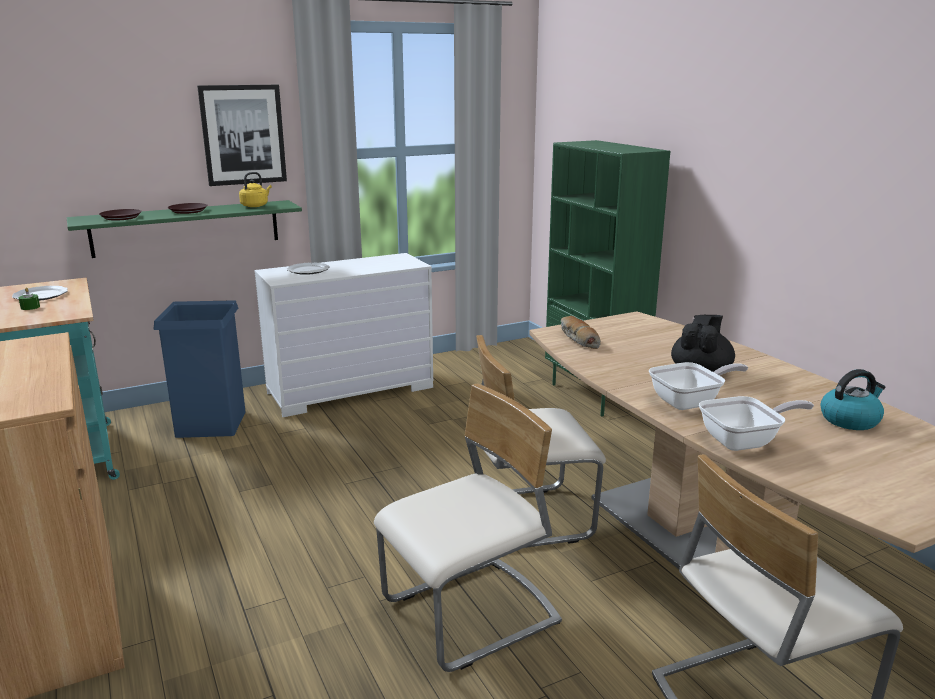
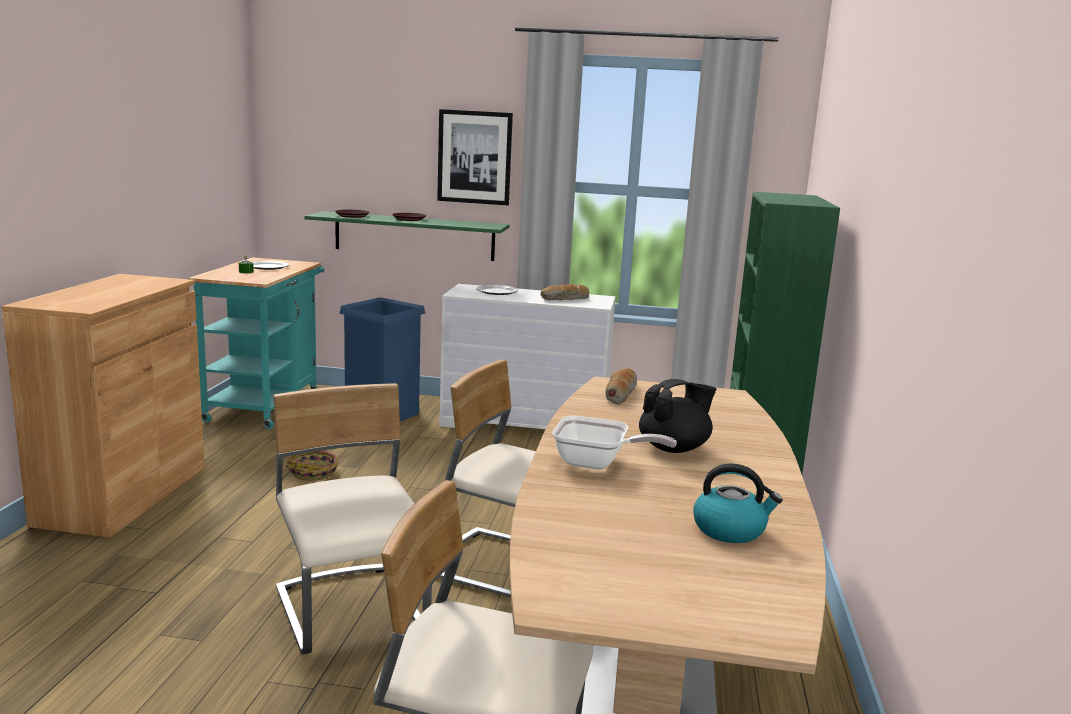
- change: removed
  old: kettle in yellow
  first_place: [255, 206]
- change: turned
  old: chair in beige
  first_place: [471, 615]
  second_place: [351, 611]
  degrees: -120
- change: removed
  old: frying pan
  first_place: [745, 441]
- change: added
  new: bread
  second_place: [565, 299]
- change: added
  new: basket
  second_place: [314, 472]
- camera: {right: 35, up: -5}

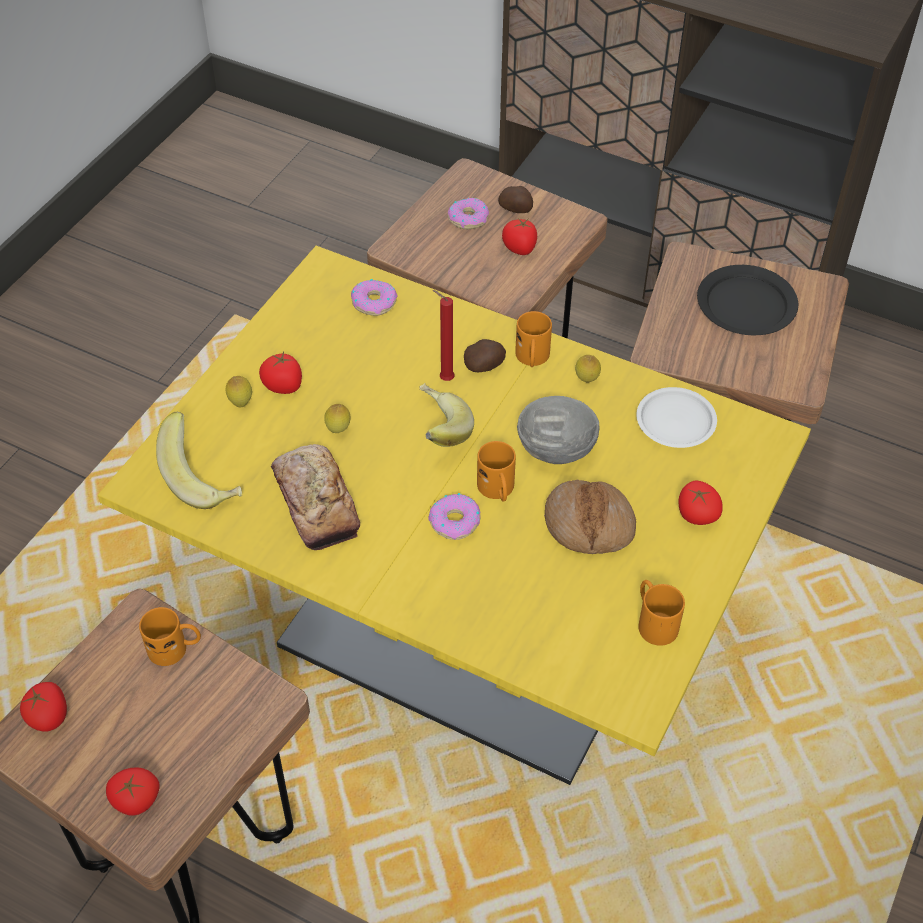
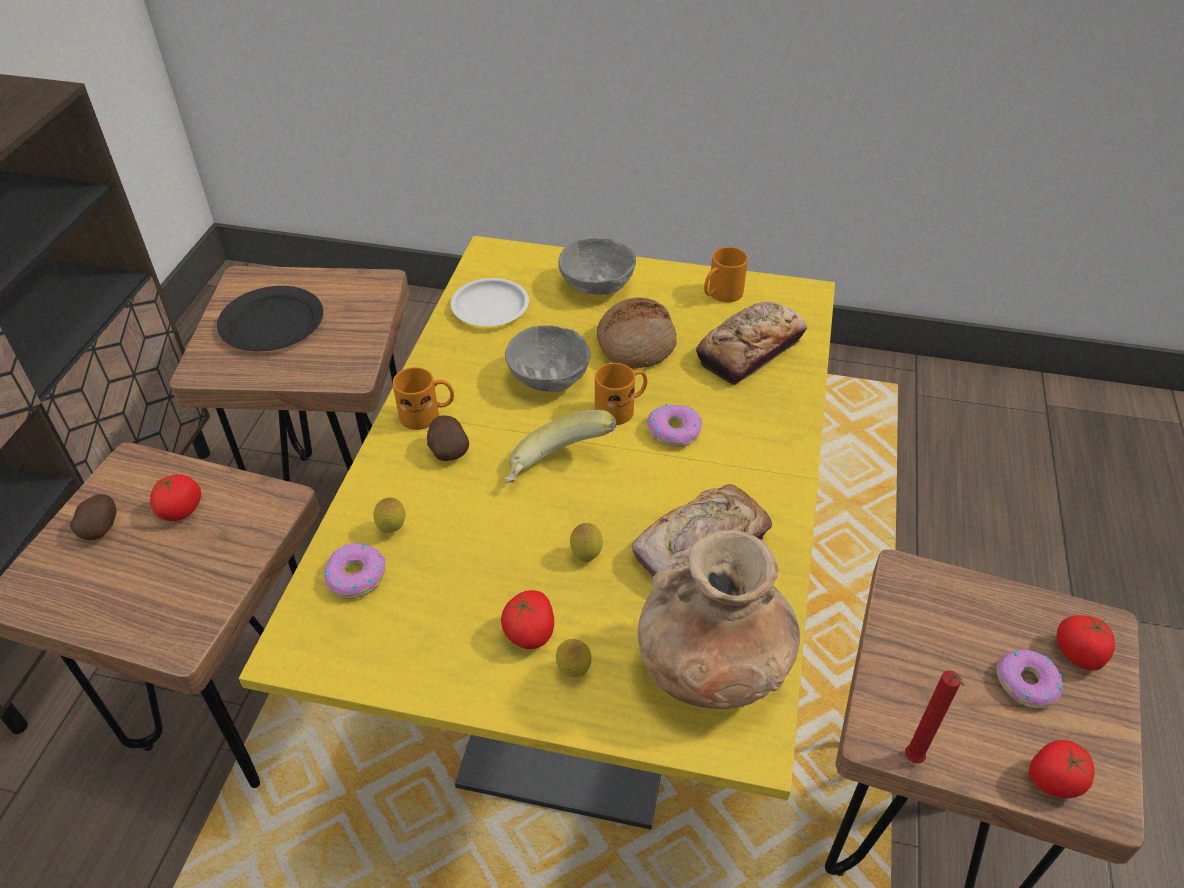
- change: moved
  old: donut
  first_place: [468, 218]
  second_place: [1026, 683]
- change: moved
  old: candle in red
  first_place: [444, 379]
  second_place: [914, 761]
- change: moved
  old: lemon
  first_place: [586, 380]
  second_place: [392, 529]
- change: replaced
  old: banana
  new: vase in brown
  first_place: [204, 479]
  second_place: [712, 670]
- change: replaced
  old: tomato
  new: bowl in grey
  first_place: [696, 514]
  second_place: [597, 284]
- change: removed
  old: mug in orange
  first_place: [175, 648]
- change: added
  new: bread
  second_place: [750, 350]
- camera: {right: -105, up: -5}

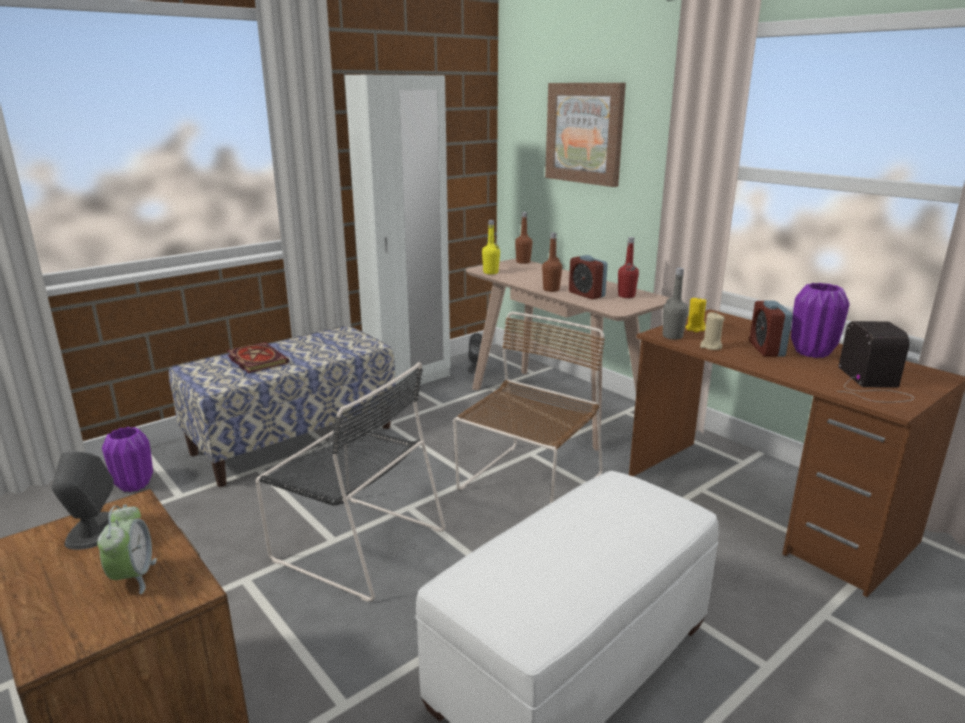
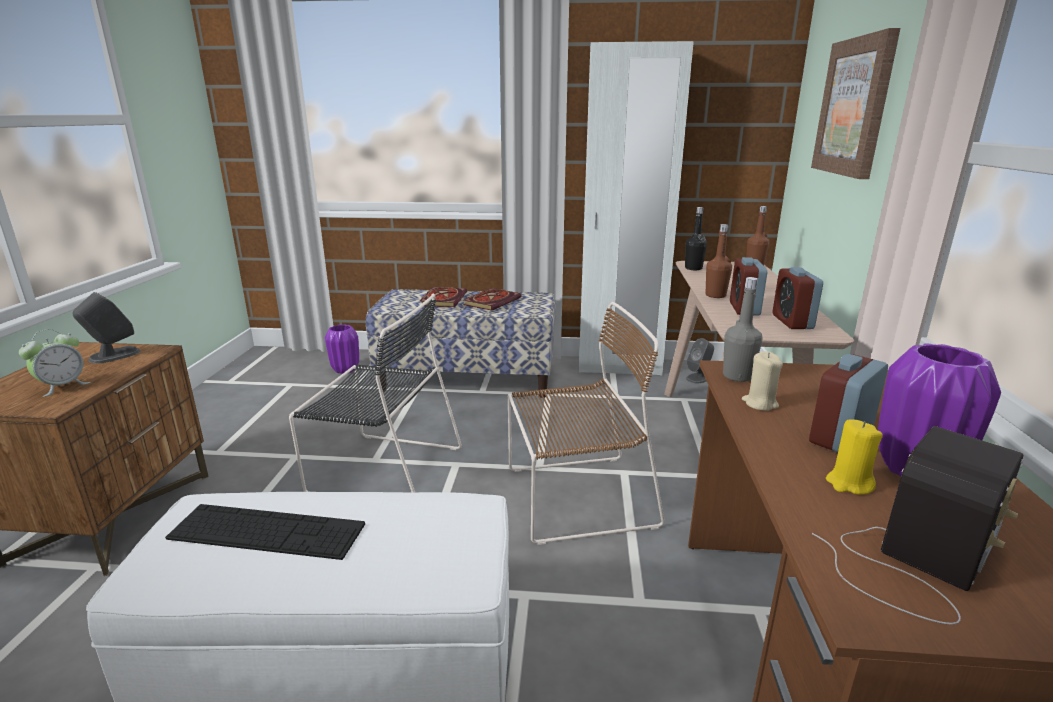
- change: recoloured
  old: bottle in yellow
  new: bottle in black
  first_place: [490, 272]
  second_place: [693, 268]
- change: replaced
  old: bottle in red
  new: alarm clock
  first_place: [626, 296]
  second_place: [792, 322]
- change: moved
  old: candle in yellow
  first_place: [695, 329]
  second_place: [849, 483]
- change: turned
  old: chair in black
  first_place: [355, 543]
  second_place: [382, 469]
  degrees: -60
- change: added
  new: book
  second_place: [492, 301]
- change: added
  new: keyboard
  second_place: [267, 531]
- camera: {right: 45, up: 0}

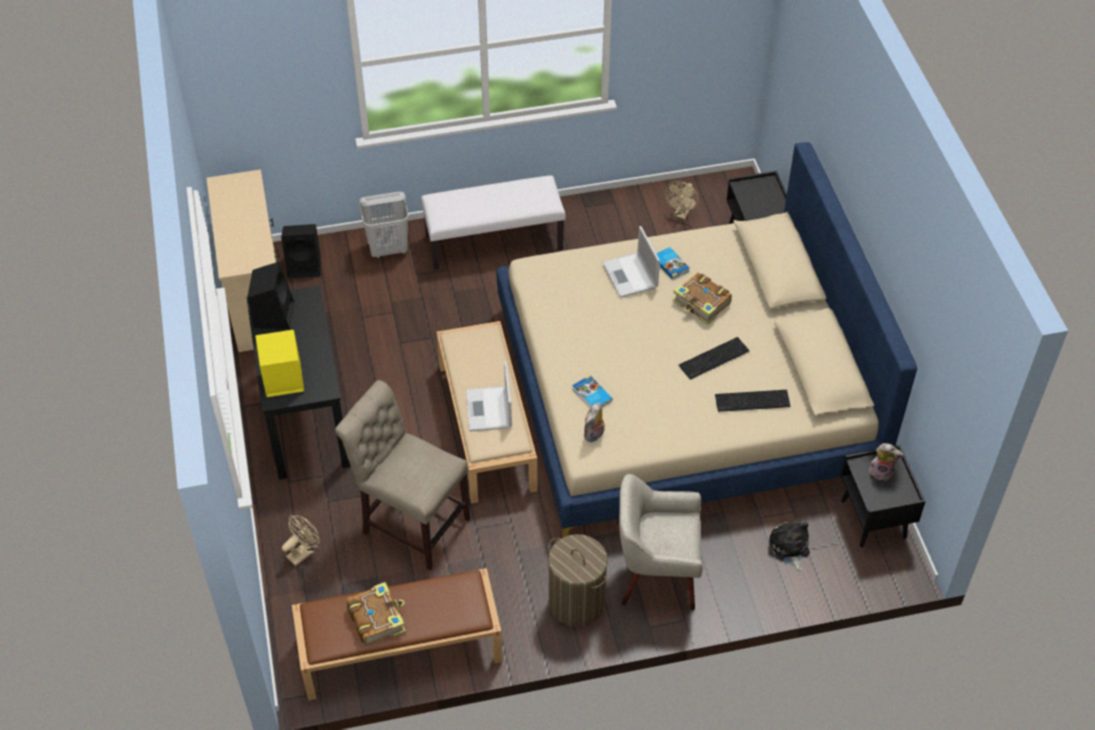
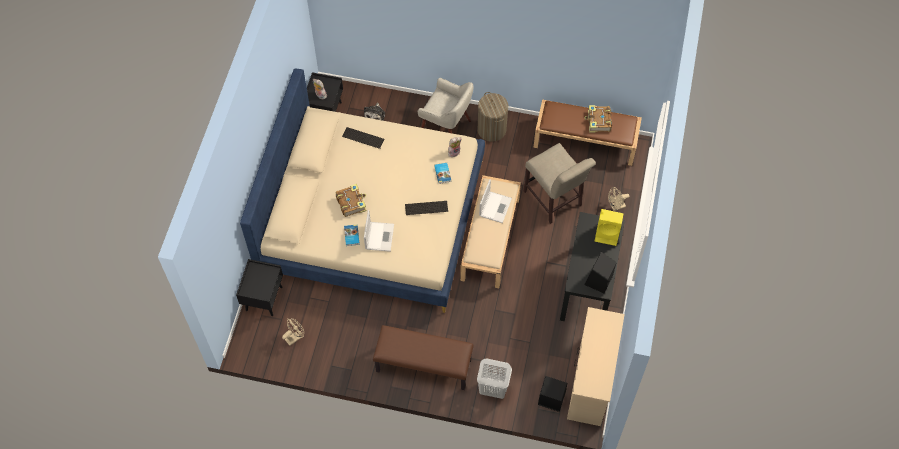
- change: recoloured
  old: bench in white
  new: bench in brown
  first_place: [494, 241]
  second_place: [423, 366]
- change: moved
  old: keyboard
  first_place: [715, 358]
  second_place: [425, 207]
- camera: {right: -155, up: 10}

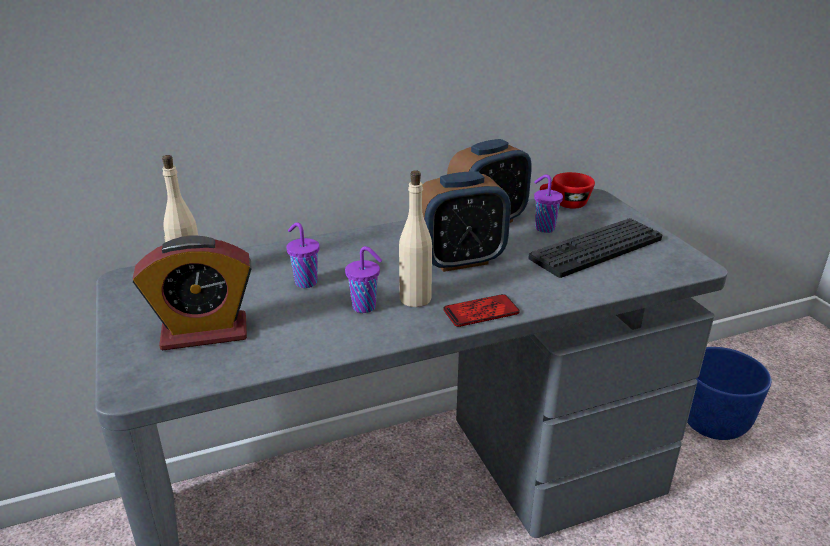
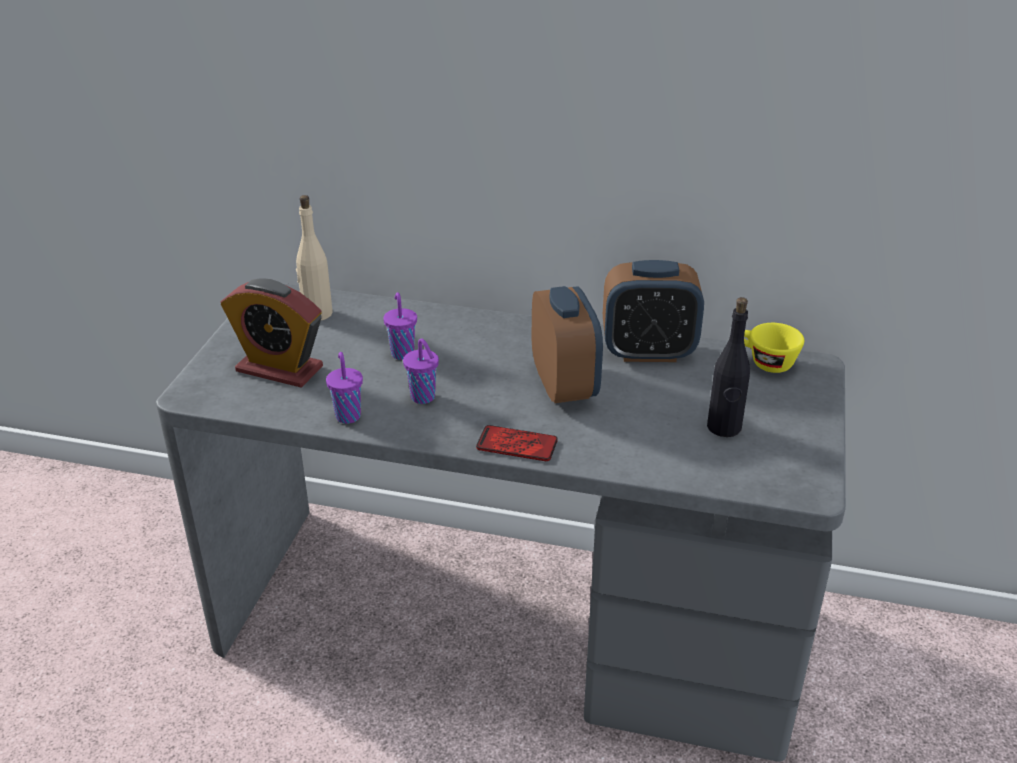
- change: removed
  old: bottle in beige
  first_place: [415, 298]
- change: turned
  old: alarm clock
  first_place: [460, 260]
  second_place: [564, 385]
  degrees: -120
- change: recoloured
  old: cup in red
  new: cup in yellow
  first_place: [564, 204]
  second_place: [764, 362]
- change: moved
  old: cup in purple
  first_place: [543, 228]
  second_place: [348, 415]
- change: replaced
  old: keyboard
  new: bottle in black
  first_place: [596, 248]
  second_place: [724, 427]
- change: removed
  old: planter in blue
  first_place: [713, 424]
- camera: {right: 35, up: 5}

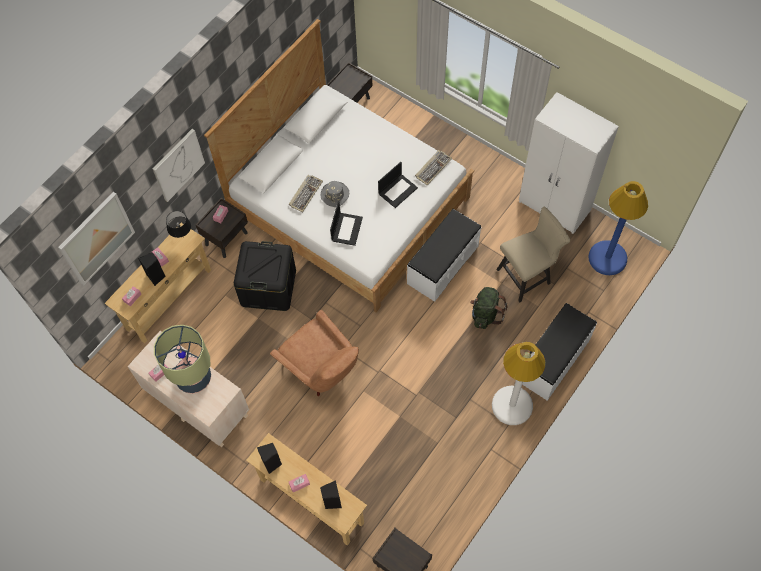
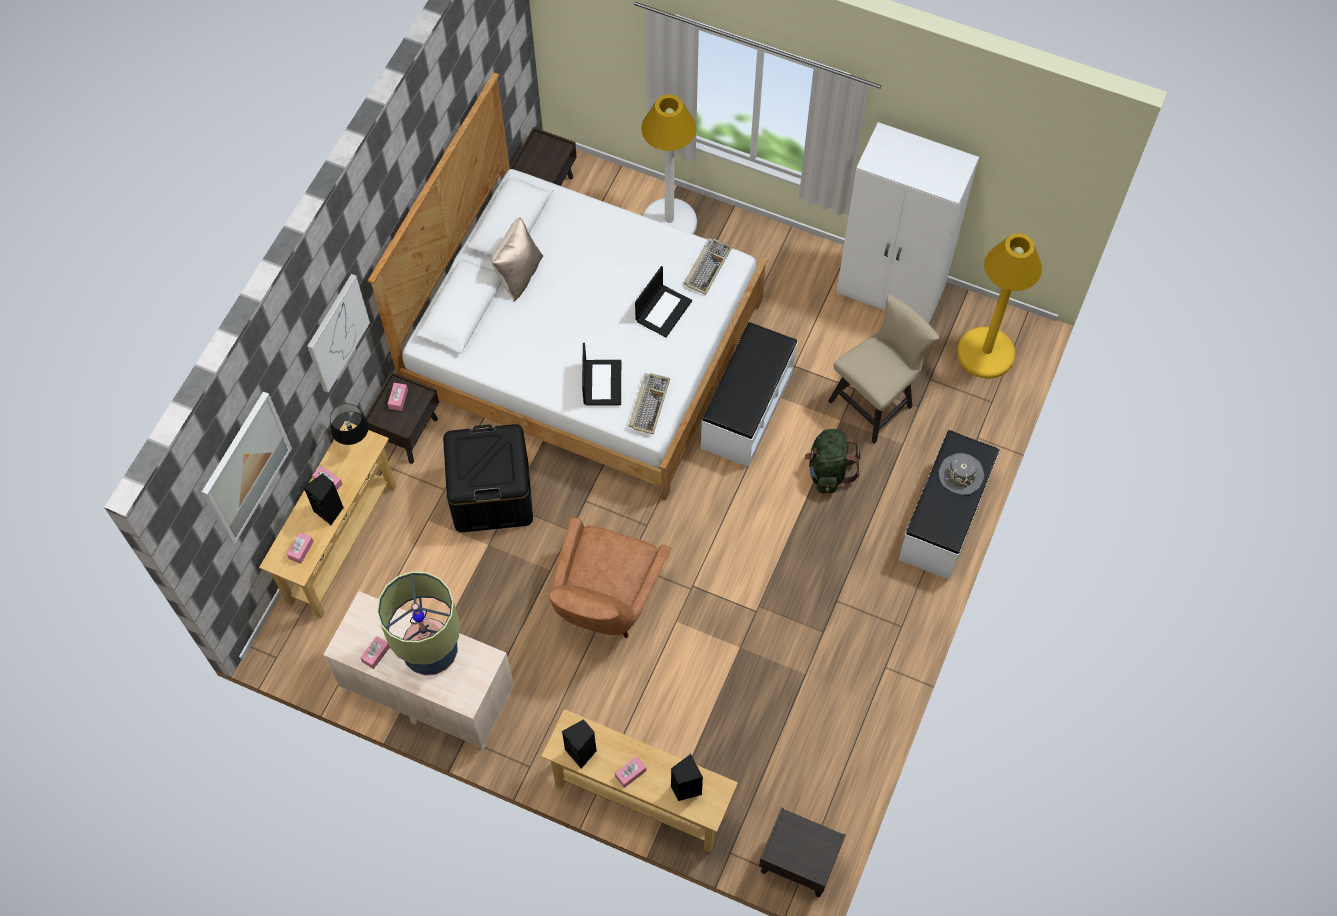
- change: moved
  old: keyboard
  first_place: [305, 193]
  second_place: [648, 404]
- change: moved
  old: hat in grey
  first_place: [335, 194]
  second_place: [961, 474]
- change: recoloured
  old: floor lamp in blue
  new: floor lamp in yellow
  first_place: [607, 258]
  second_place: [986, 353]
- change: turned
  old: armchair in brown
  first_place: [321, 370]
  second_place: [605, 603]
  degrees: 75
- change: moved
  old: floor lamp in white
  first_place: [512, 405]
  second_place: [669, 223]
- change: added
  new: pillow in beige
  second_place: [518, 274]
- camera: {right: -15, up: 0}

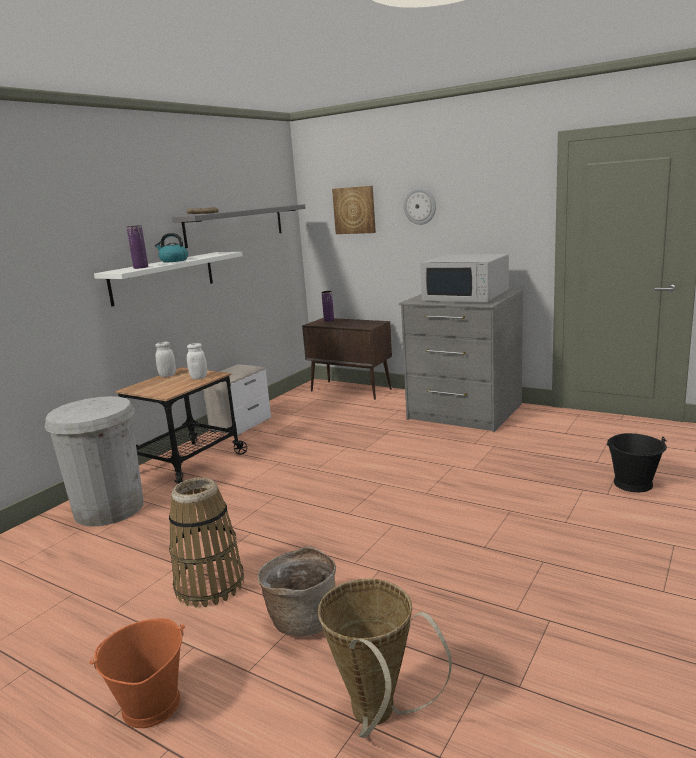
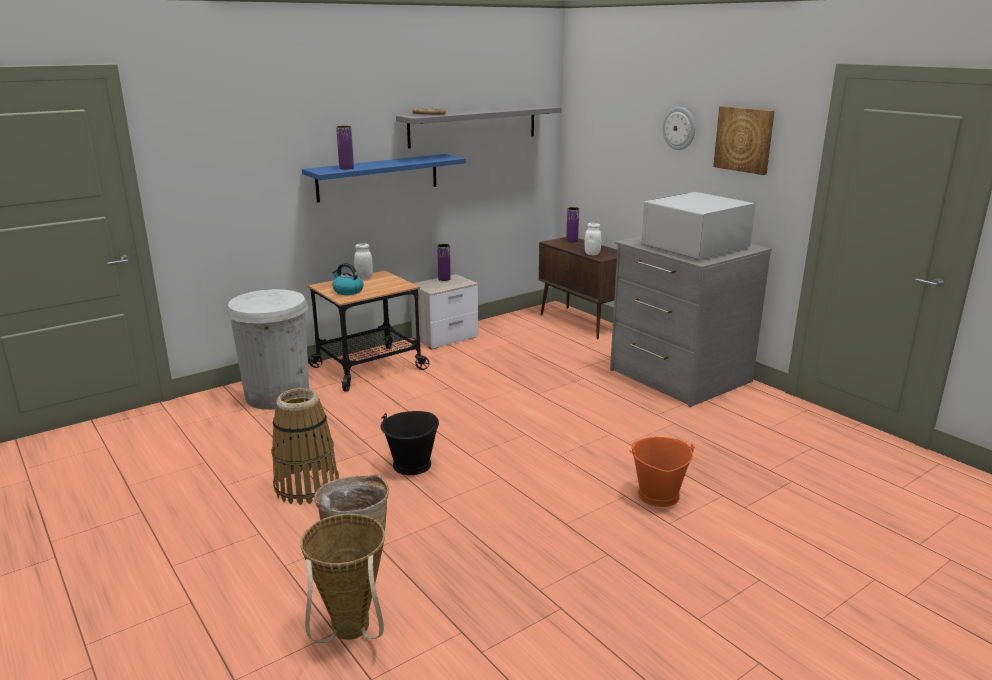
- change: moved
  old: picture
  first_place: [354, 210]
  second_place: [744, 139]
- change: moved
  old: kettle
  first_place: [173, 261]
  second_place: [347, 291]
- change: recoloured
  old: shelf in white
  new: shelf in blue
  first_place: [163, 277]
  second_place: [378, 177]
- change: turned
  old: microwave in white
  first_place: [466, 297]
  second_place: [694, 247]
  degrees: 90
- change: moved
  old: jar in white
  first_place: [199, 377]
  second_place: [592, 254]
- change: moved
  old: bucket in black
  first_place: [633, 484]
  second_place: [412, 465]
- change: moved
  old: bucket in orange
  first_place: [150, 705]
  second_place: [657, 495]
- change: added
  new: vase in purple
  second_place: [444, 279]
- camera: {right: 20, up: 5}

